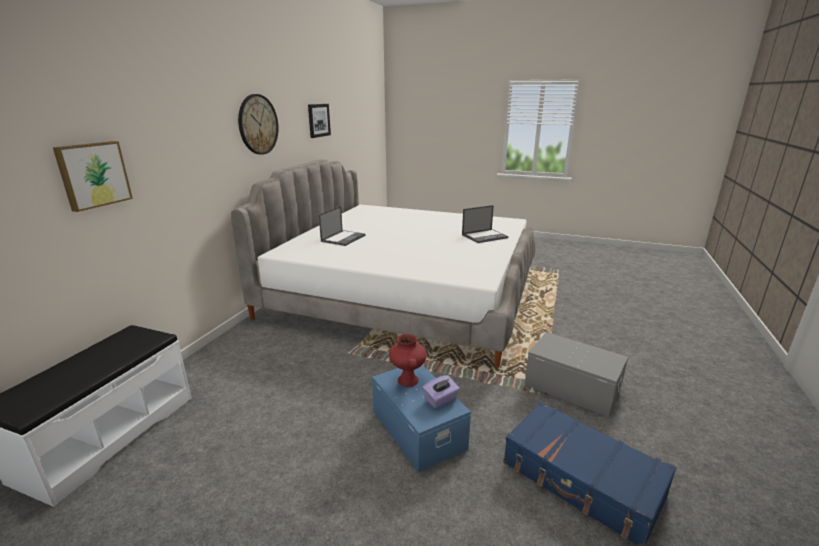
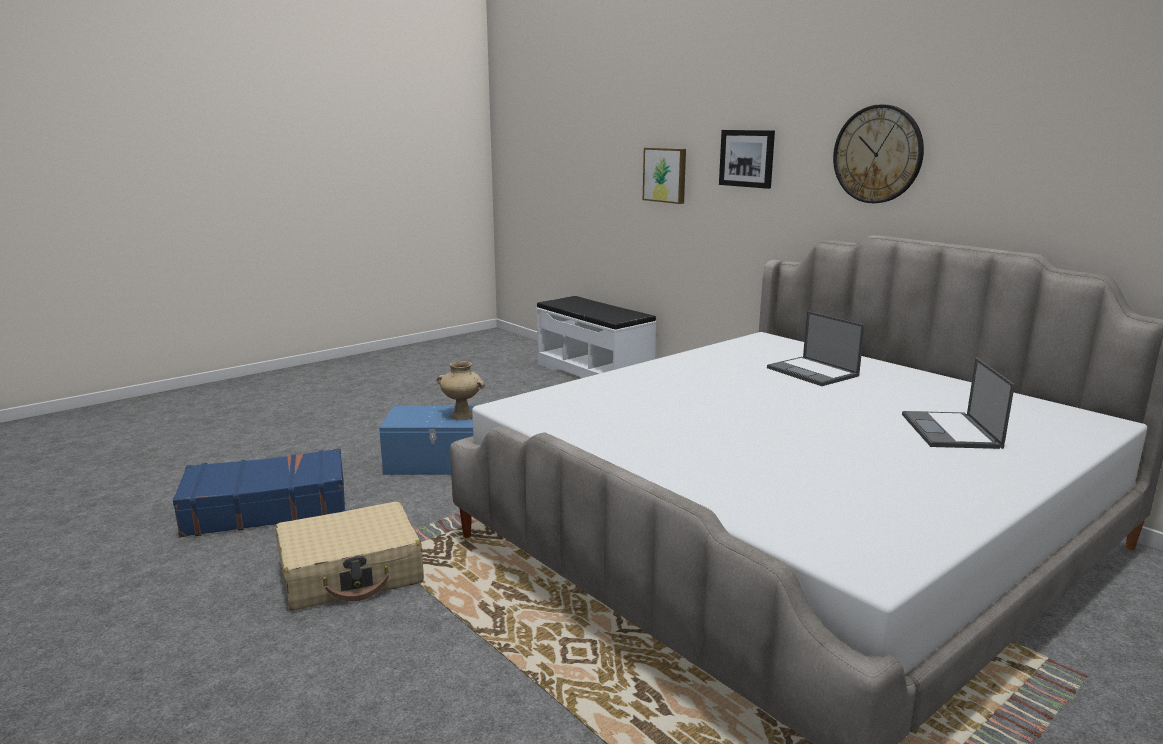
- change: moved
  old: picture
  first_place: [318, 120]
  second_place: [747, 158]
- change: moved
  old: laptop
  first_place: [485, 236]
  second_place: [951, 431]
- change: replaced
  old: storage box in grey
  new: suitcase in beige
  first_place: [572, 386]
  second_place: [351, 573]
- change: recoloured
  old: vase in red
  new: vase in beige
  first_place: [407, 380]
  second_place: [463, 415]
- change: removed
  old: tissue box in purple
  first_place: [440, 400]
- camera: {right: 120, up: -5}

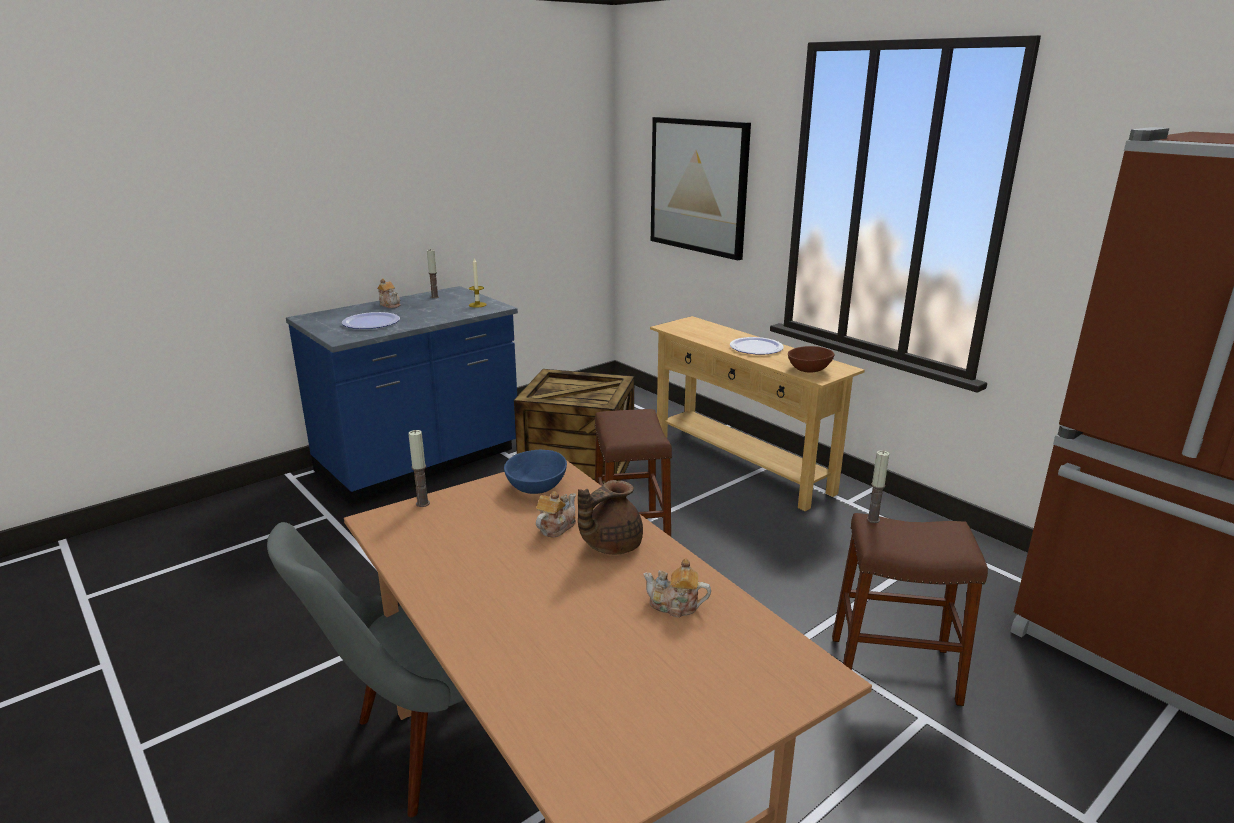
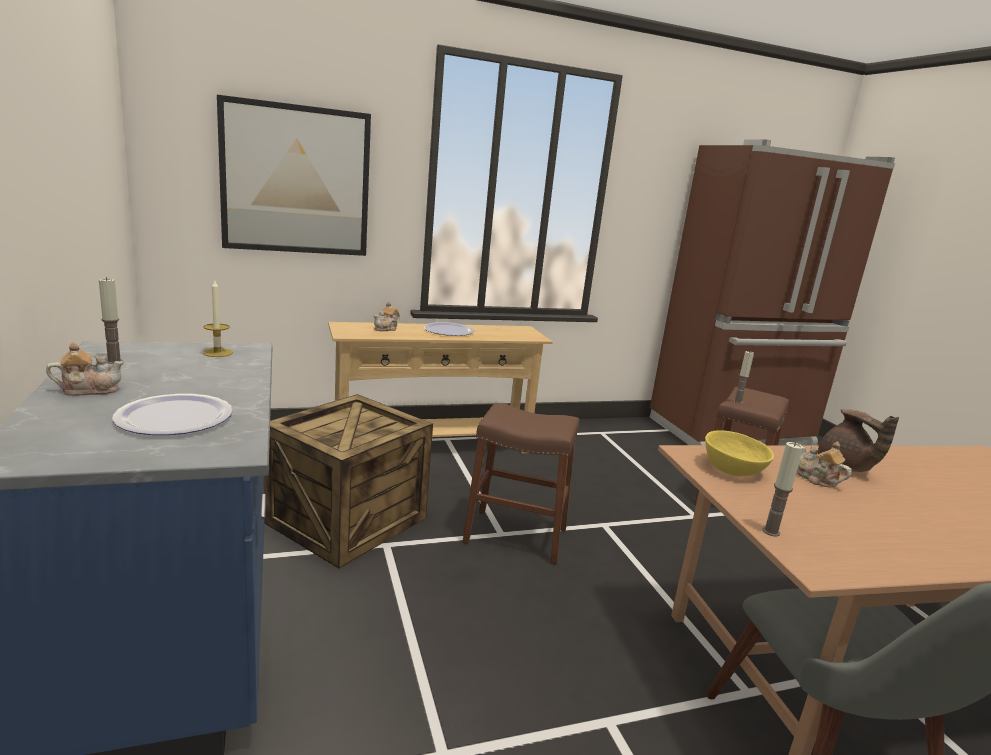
- change: removed
  old: bowl in brown
  first_place: [809, 370]
- change: recoloured
  old: bowl in blue
  new: bowl in yellow
  first_place: [536, 486]
  second_place: [732, 469]
- change: moved
  old: teapot
  first_place: [675, 606]
  second_place: [386, 329]
- camera: {right: -70, up: -5}

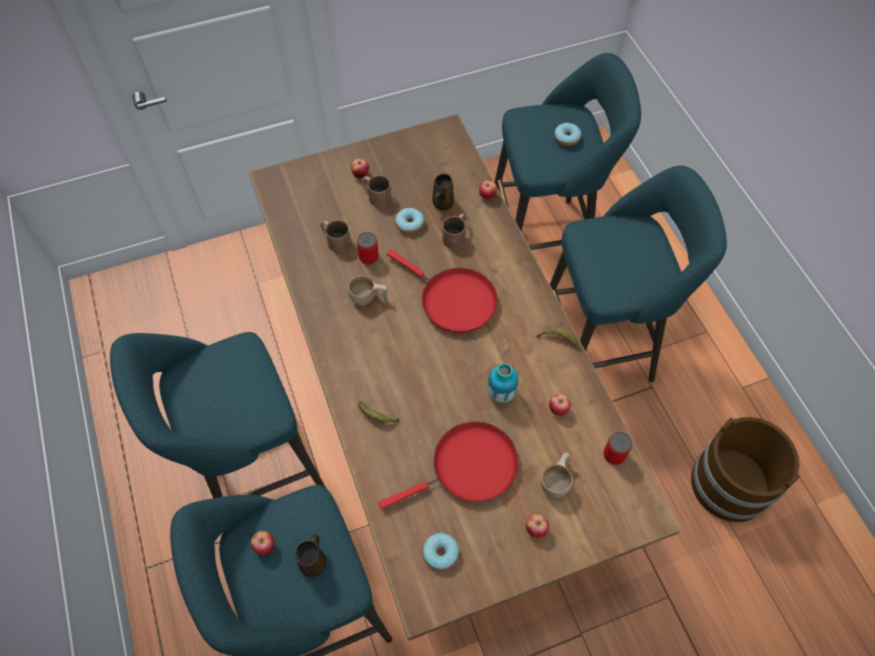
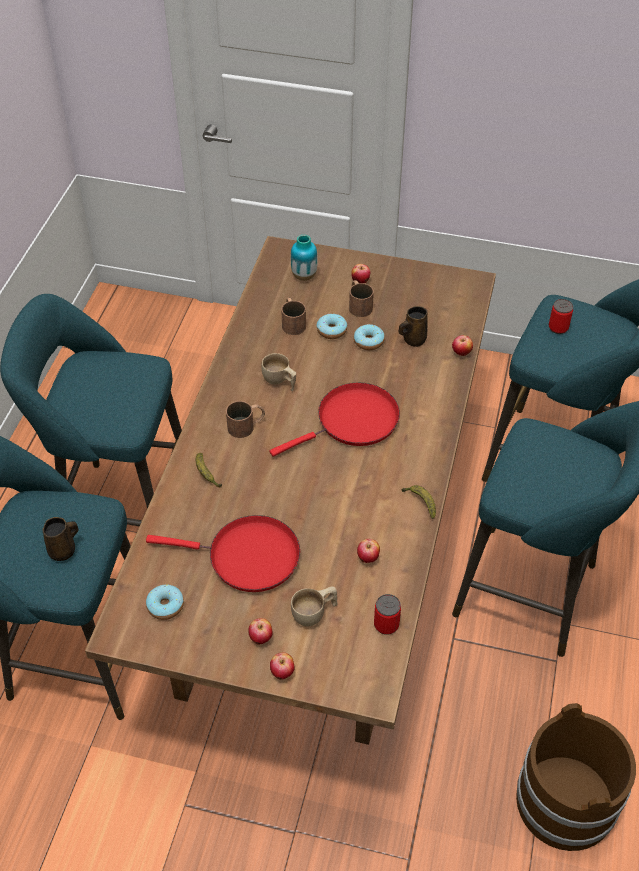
- change: moved
  old: donut
  first_place: [567, 138]
  second_place: [331, 331]
- change: moved
  old: mug in brown
  first_place: [456, 235]
  second_place: [246, 425]
- change: moved
  old: can
  first_place: [369, 257]
  second_place: [558, 327]
- change: turned
  old: frying pan in red
  first_place: [454, 300]
  second_place: [353, 421]
  degrees: -105
- change: moved
  old: vase
  first_place: [501, 394]
  second_place: [304, 276]
- change: moved
  old: apple
  first_place: [265, 546]
  second_place: [282, 673]
- camera: {right: 35, up: -10}

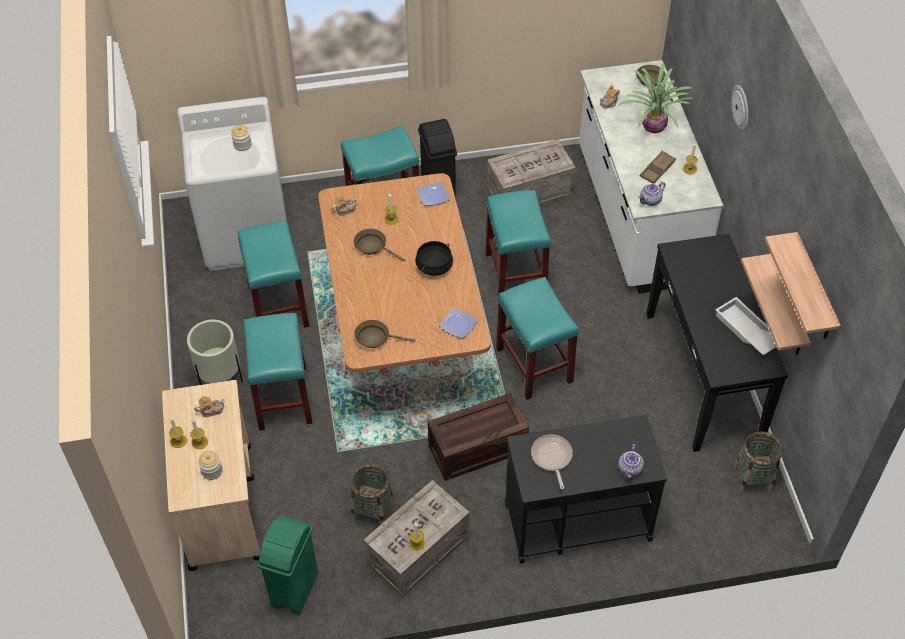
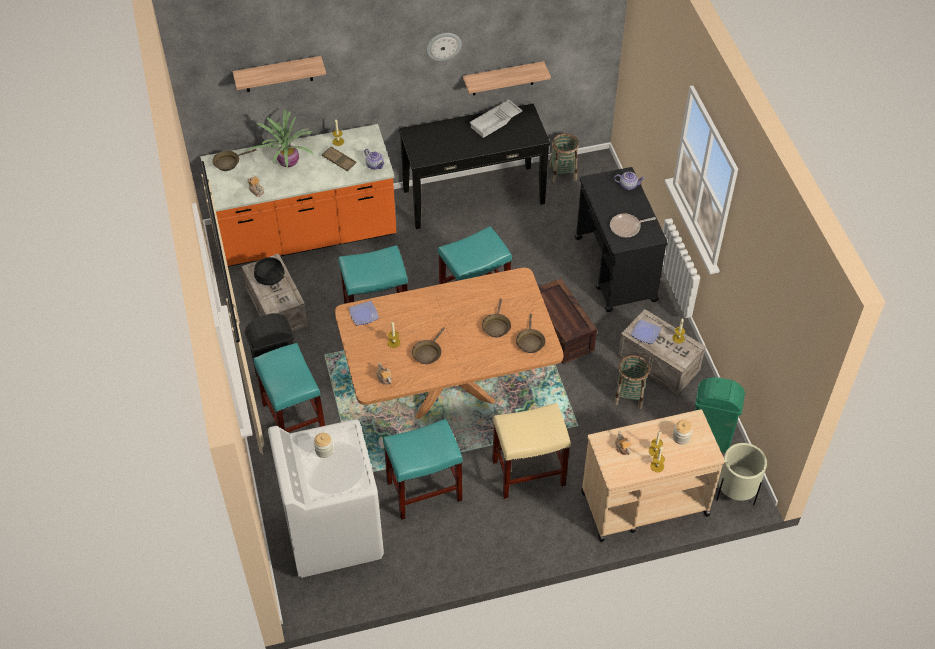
- change: recoloured
  old: counter in white
  new: counter in orange
  first_place: [636, 215]
  second_place: [306, 234]
- change: moved
  old: wall clock
  first_place: [741, 108]
  second_place: [443, 46]
- change: moved
  old: shelf
  first_place: [814, 290]
  second_place: [278, 74]
- change: moved
  old: cooking pot in black
  first_place: [434, 266]
  second_place: [270, 277]
- change: moved
  old: plate
  first_place: [459, 325]
  second_place: [645, 332]
- change: recoloured
  old: stool in turquoise
  new: stool in beige
  first_place: [282, 397]
  second_place: [527, 473]
- change: moved
  old: planter in beige
  first_place: [220, 377]
  second_place: [735, 493]
- change: added
  new: frying pan in brown
  second_place: [496, 326]
- camera: {right: -95, up: 0}

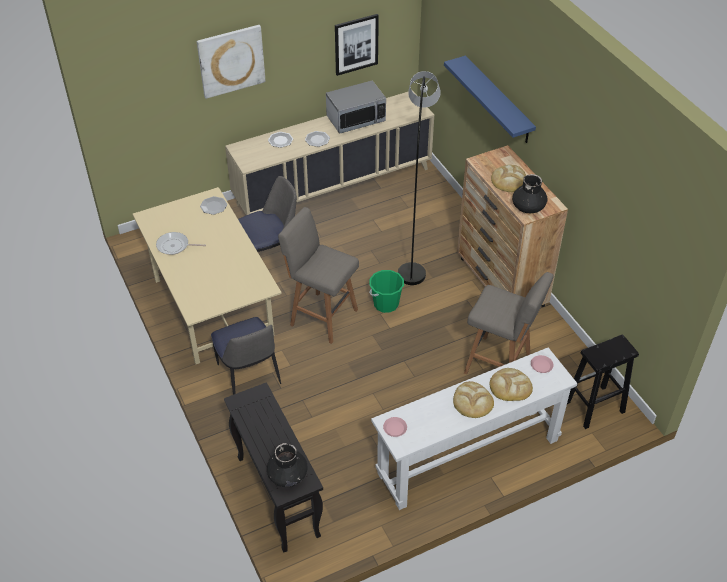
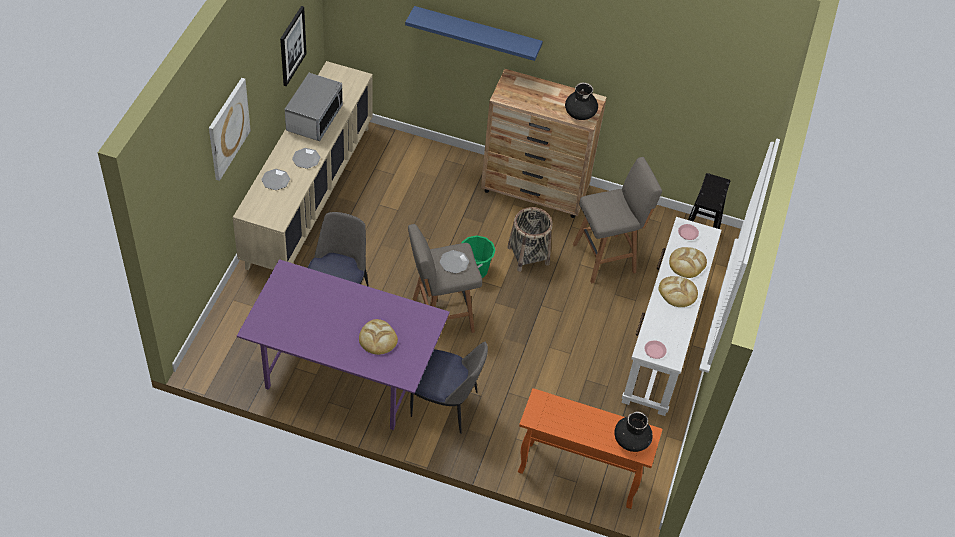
- change: removed
  old: floor lamp in grey
  first_place: [415, 238]
- change: moved
  old: bread
  first_place: [508, 180]
  second_place: [378, 338]
- change: recoloured
  old: dining table in beige
  new: dining table in purple
  first_place: [214, 307]
  second_place: [347, 373]
- change: moved
  old: plate
  first_place: [213, 206]
  second_place: [454, 262]
- change: removed
  old: frying pan
  first_place: [175, 246]
- change: recoloured
  old: console table in black
  new: console table in orange
  first_place: [277, 495]
  second_place: [577, 475]
- change: added
  new: basket
  second_place: [528, 255]
- camera: {right: -50, up: 5}

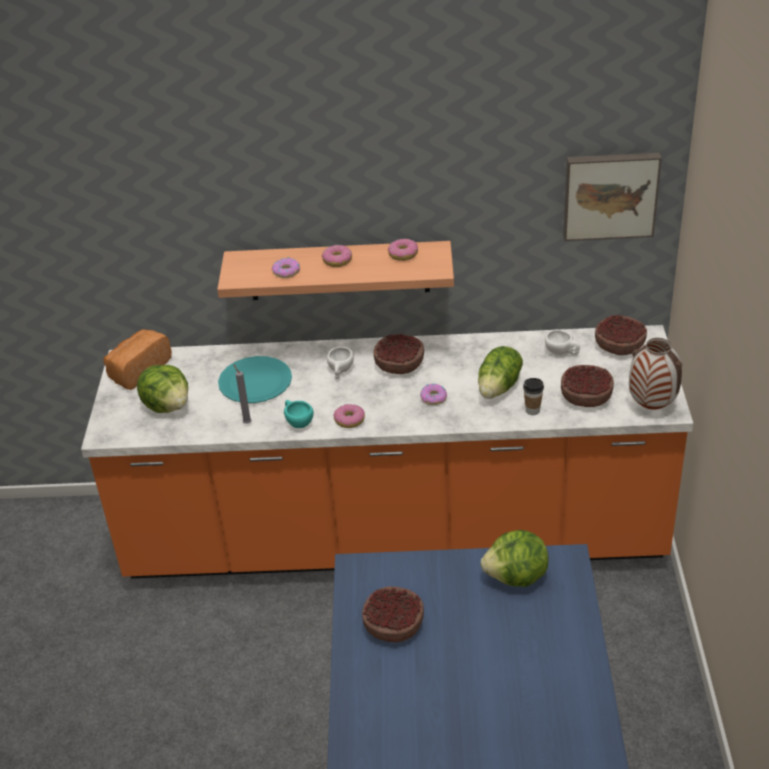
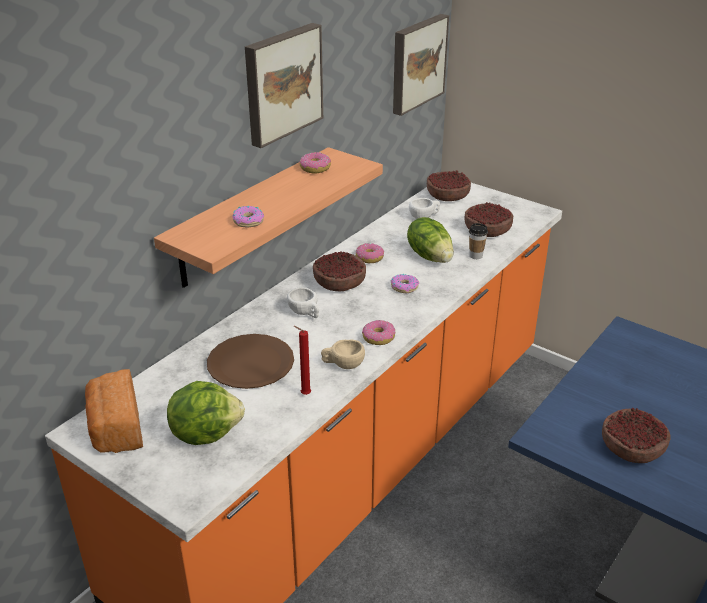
- change: moved
  old: donut
  first_place: [337, 261]
  second_place: [369, 258]
- change: removed
  old: vase
  first_place: [652, 406]
- change: recoloured
  old: plate in turquoise
  new: plate in brown
  first_place: [255, 382]
  second_place: [251, 363]
- change: recoloured
  old: candle in grey
  new: candle in red
  first_place: [246, 422]
  second_place: [304, 394]
- change: recoloured
  old: cup in turquoise
  new: cup in beige
  first_place: [297, 421]
  second_place: [343, 365]
- change: removed
  old: lettuce
  first_place: [516, 577]
- change: added
  new: picture
  second_place: [282, 83]
- camera: {right: -55, up: -5}

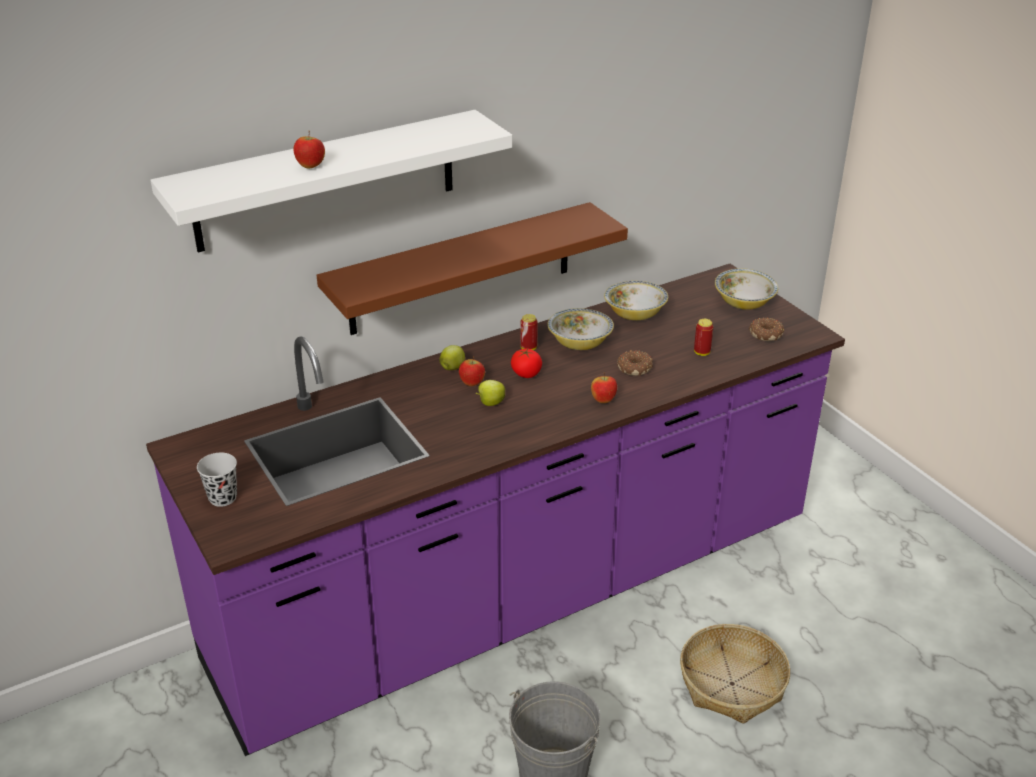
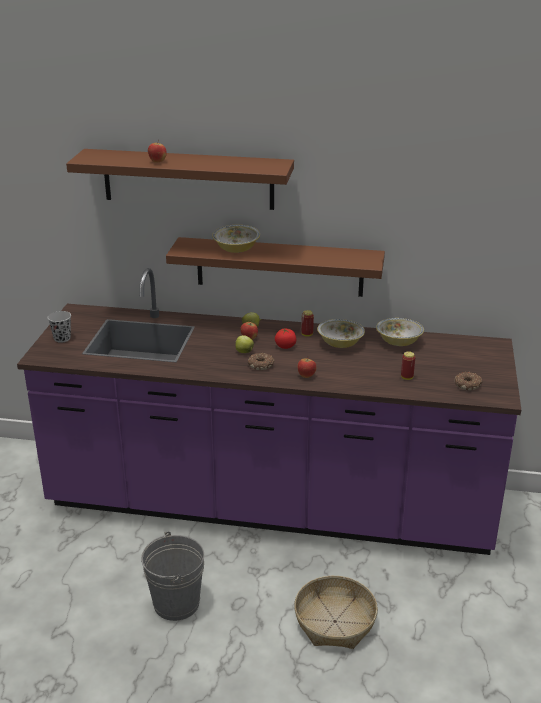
- change: recoloured
  old: shelf in white
  new: shelf in brown
  first_place: [326, 181]
  second_place: [188, 179]
- change: moved
  old: bowl
  first_place: [744, 303]
  second_place: [236, 249]
- change: moved
  old: donut
  first_place: [634, 367]
  second_place: [261, 365]
- camera: {right: 40, up: -5}

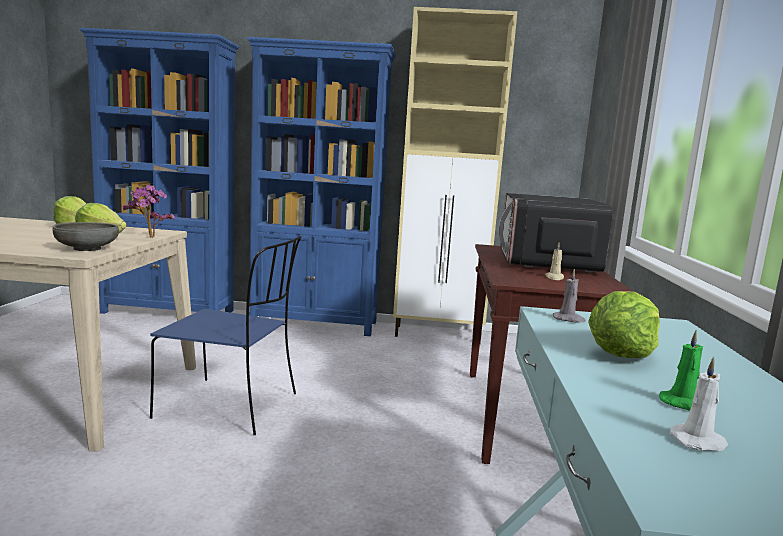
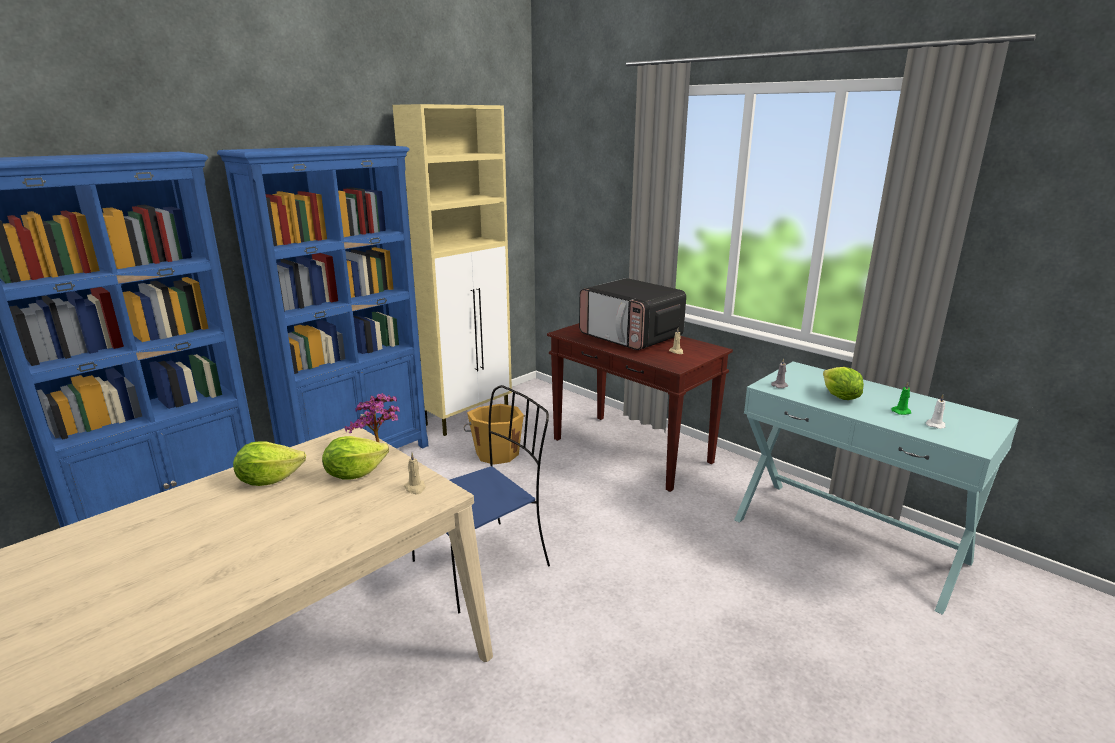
- change: replaced
  old: bowl in grey
  new: candle in beige
  first_place: [87, 249]
  second_place: [415, 488]
- change: added
  new: bucket in orange
  second_place: [497, 453]
- camera: {right: -50, up: 10}

